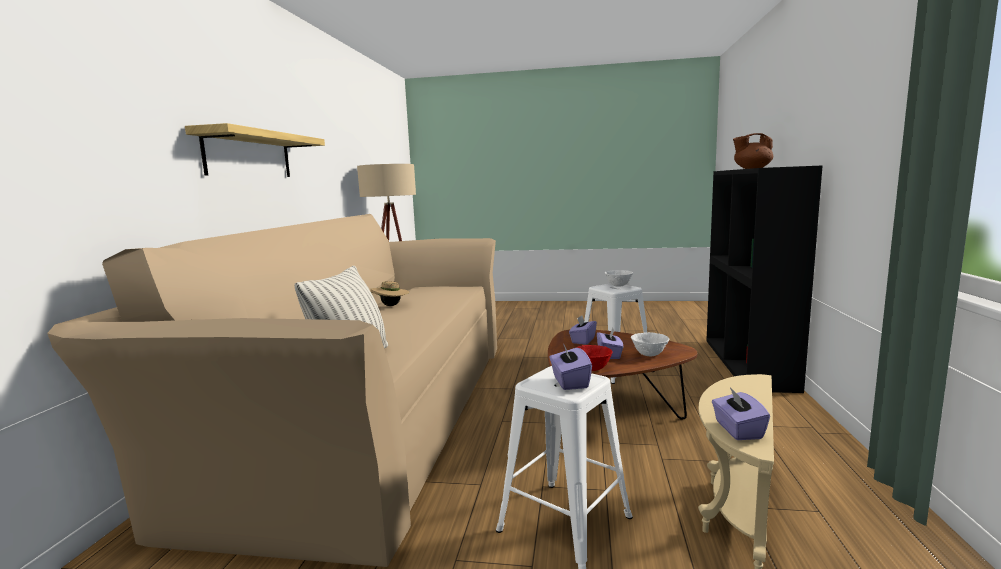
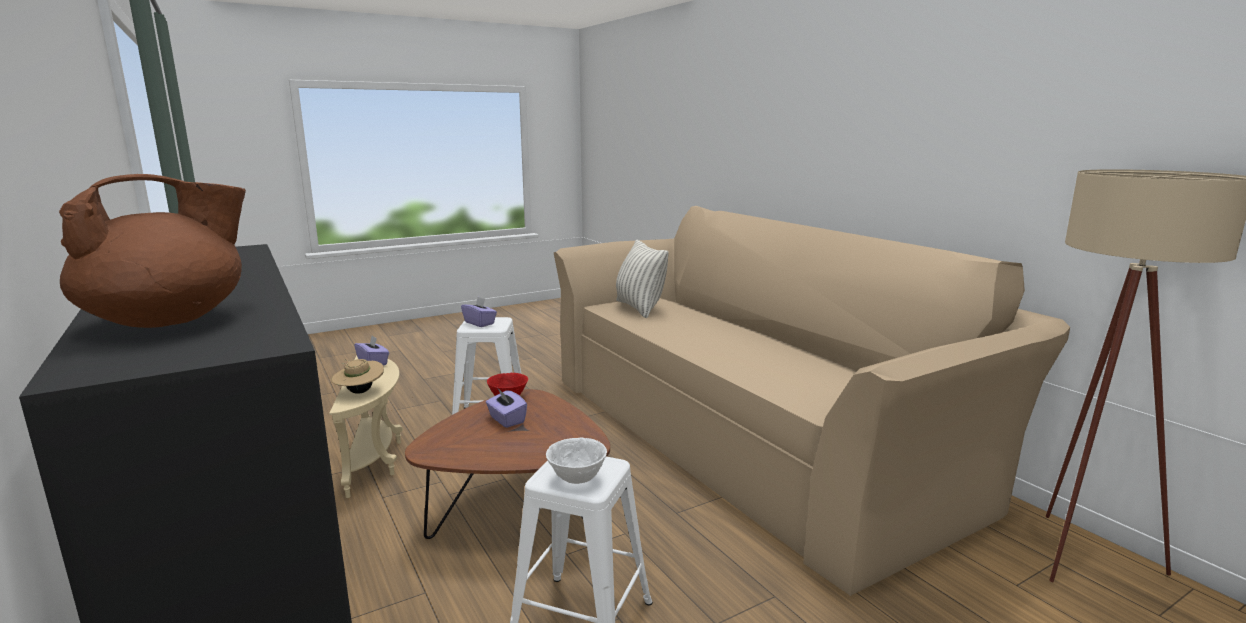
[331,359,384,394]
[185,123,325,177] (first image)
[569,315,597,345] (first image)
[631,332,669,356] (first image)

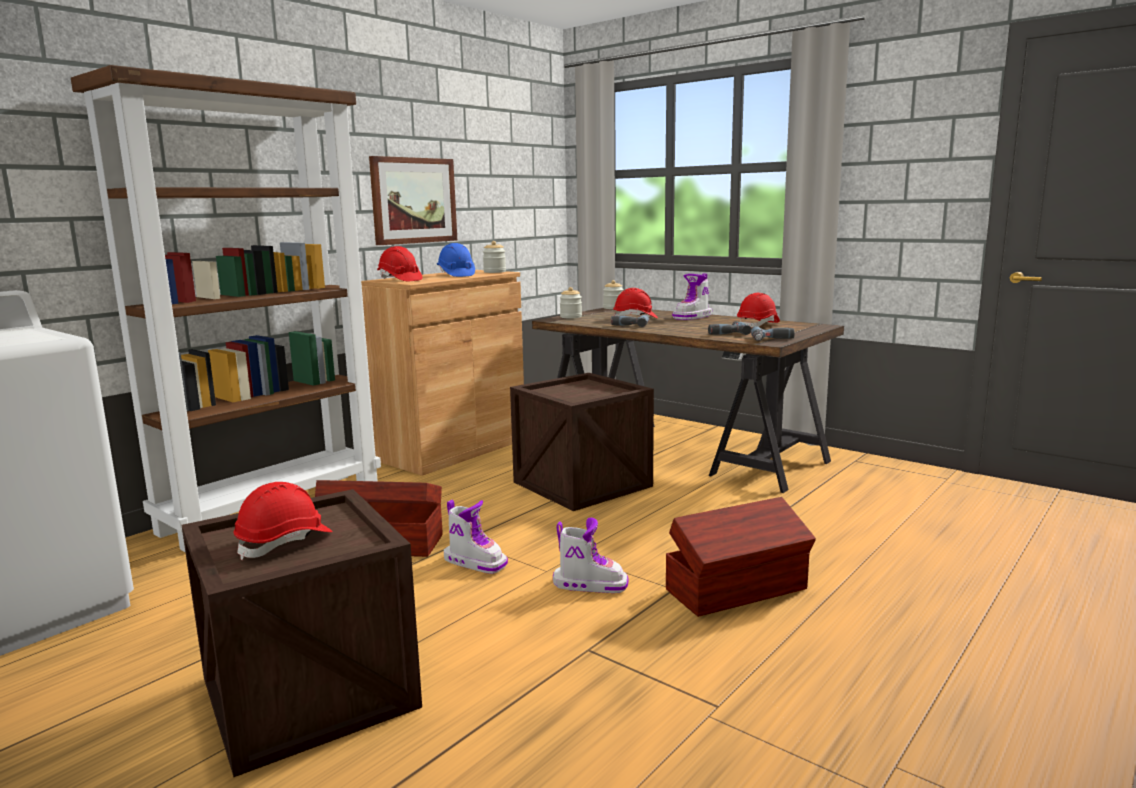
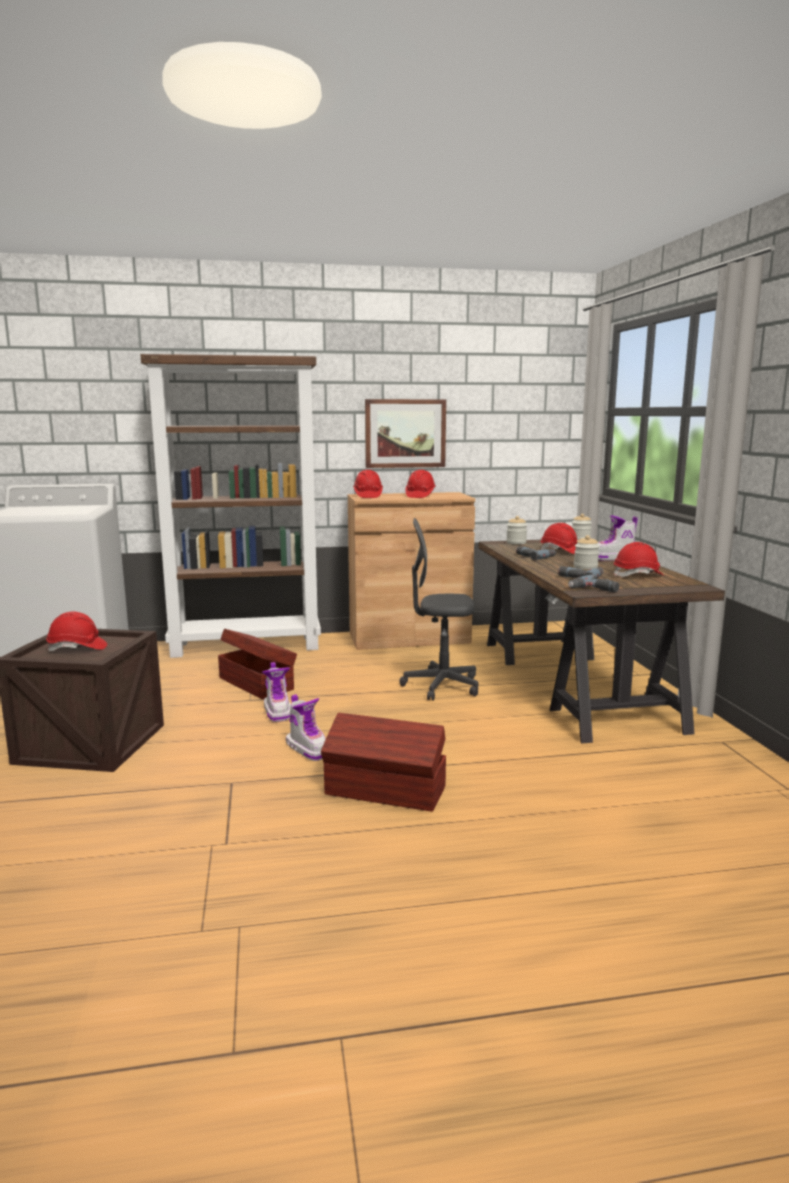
[400,518,479,701]
[406,470,436,498]
[574,535,599,569]

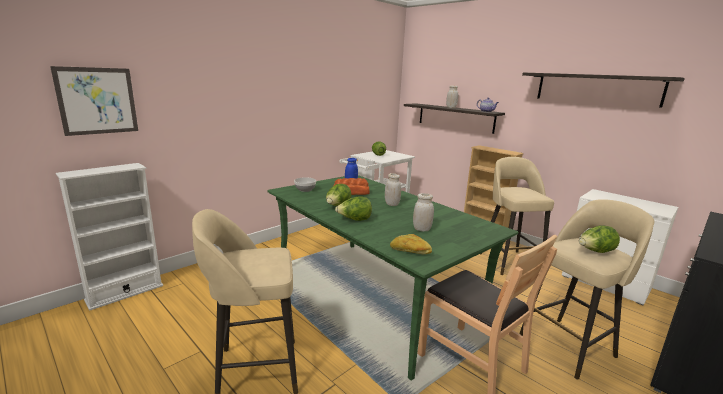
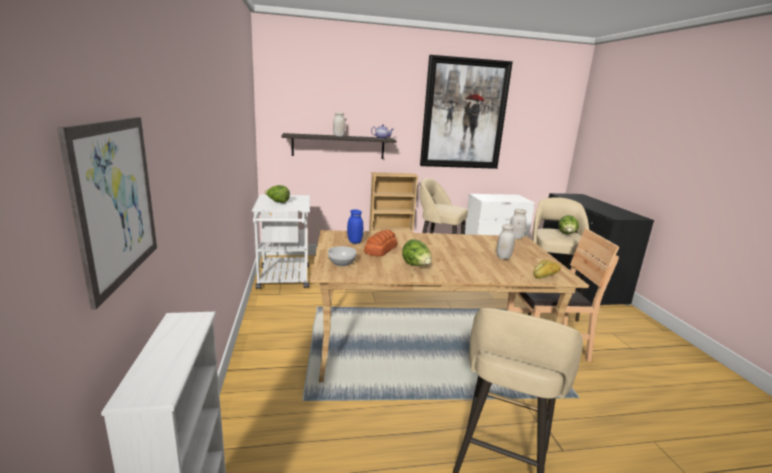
[310,230,589,382]
[420,55,513,169]
[510,209,527,239]
[335,196,372,221] (first image)

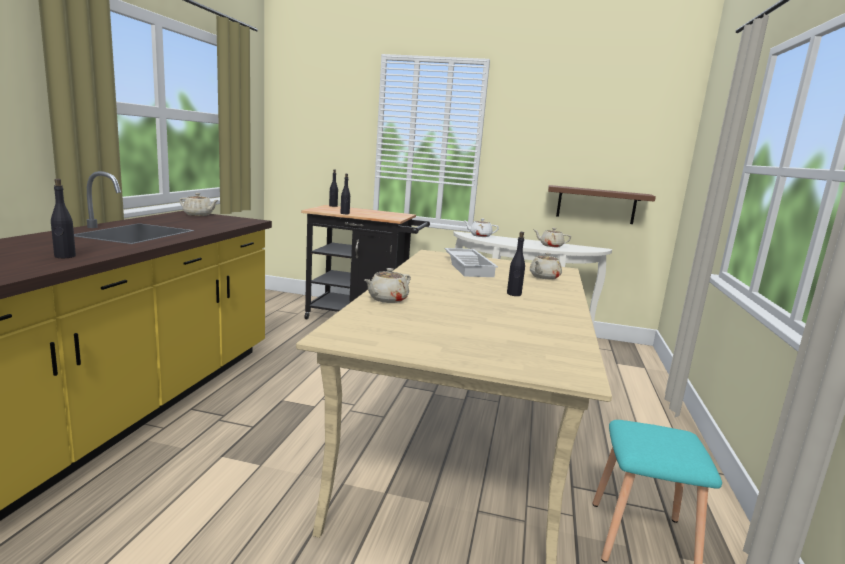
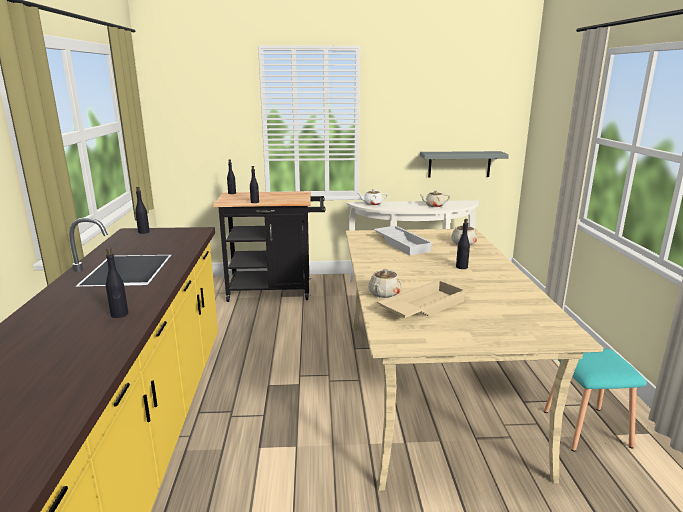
[135,187,150,234]
[377,279,468,318]
[420,151,509,178]

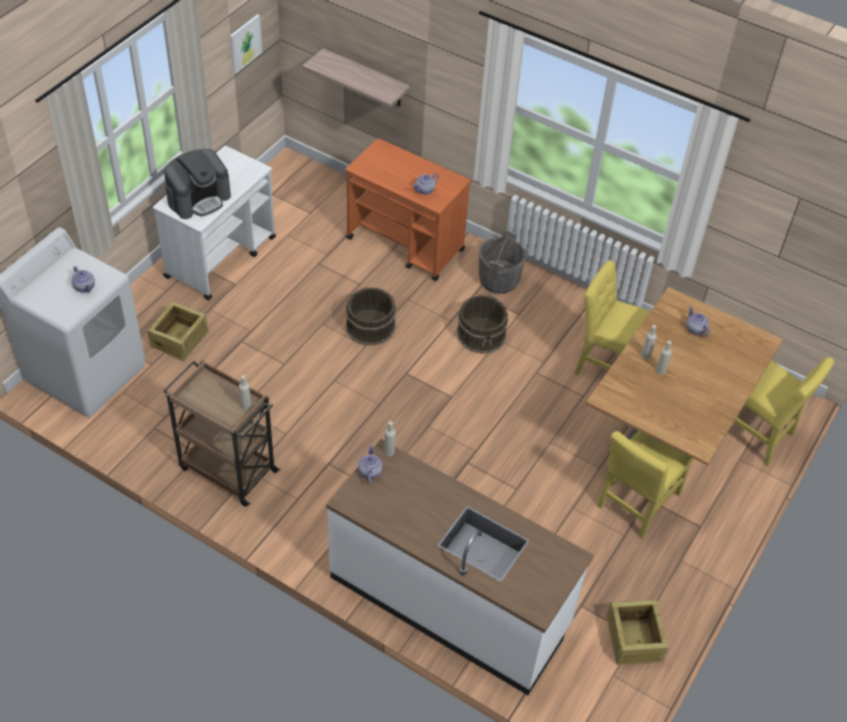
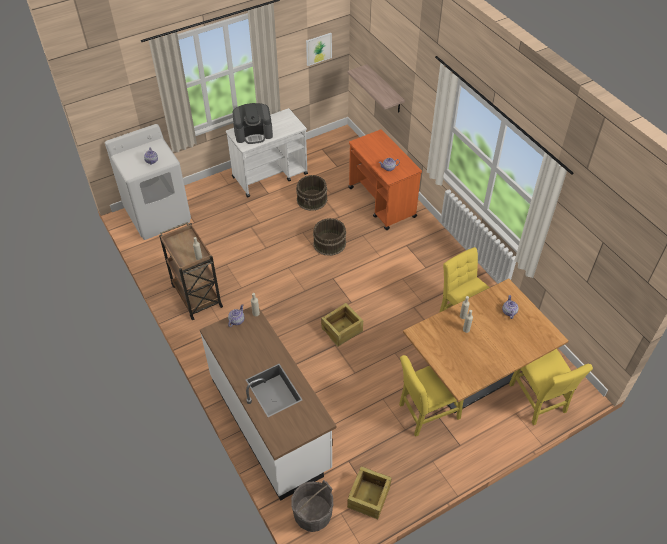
[291,480,333,532]
[296,175,327,211]
[321,303,363,347]

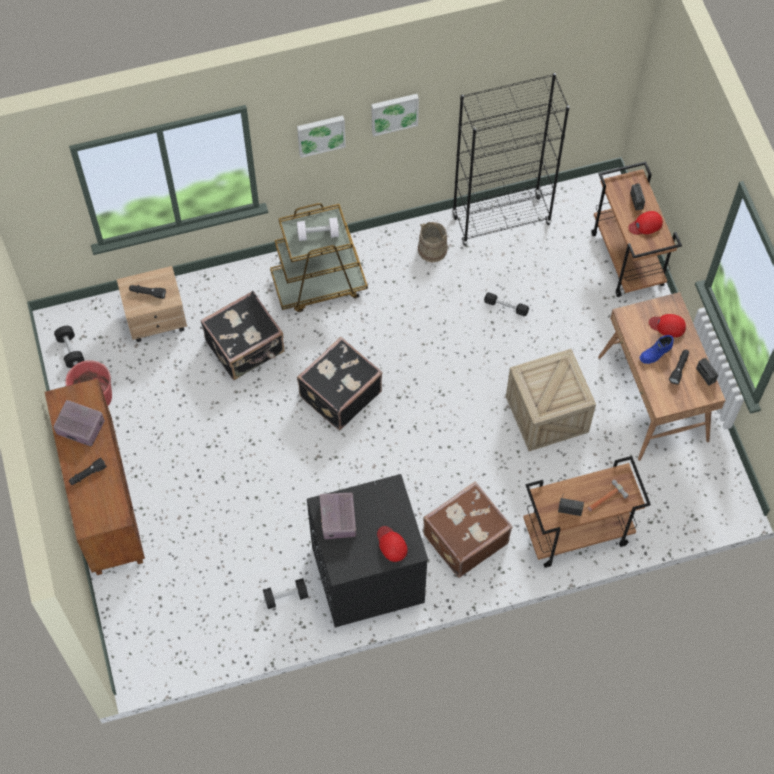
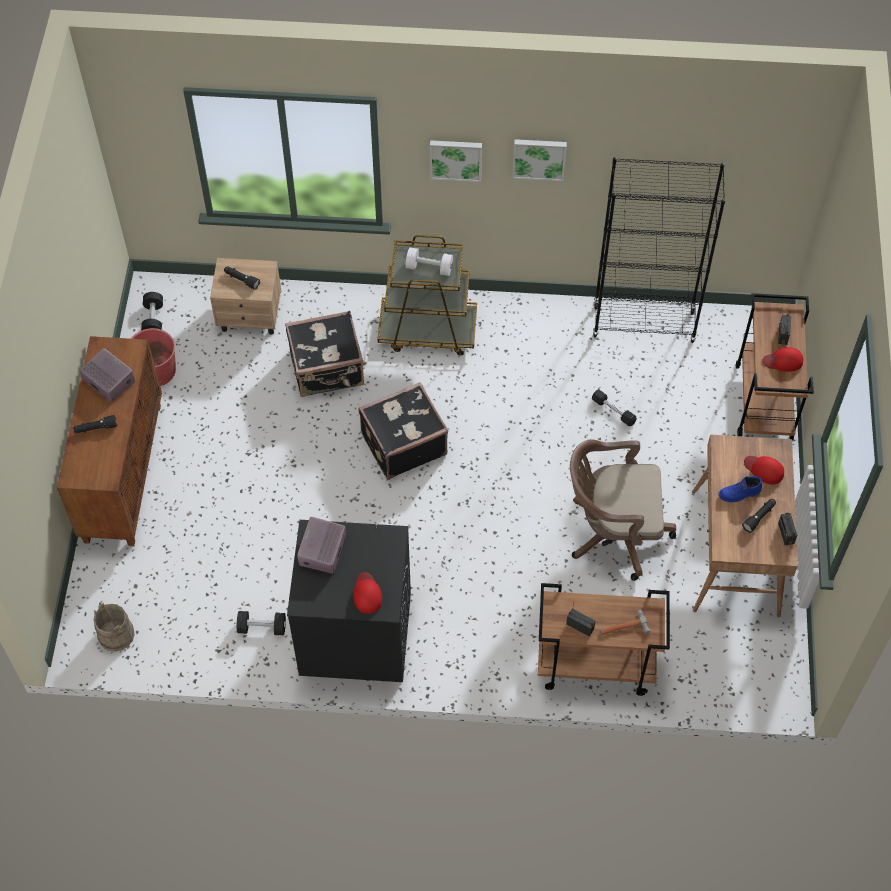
[93,603,135,652]
[570,439,676,581]
[423,481,512,578] (first image)

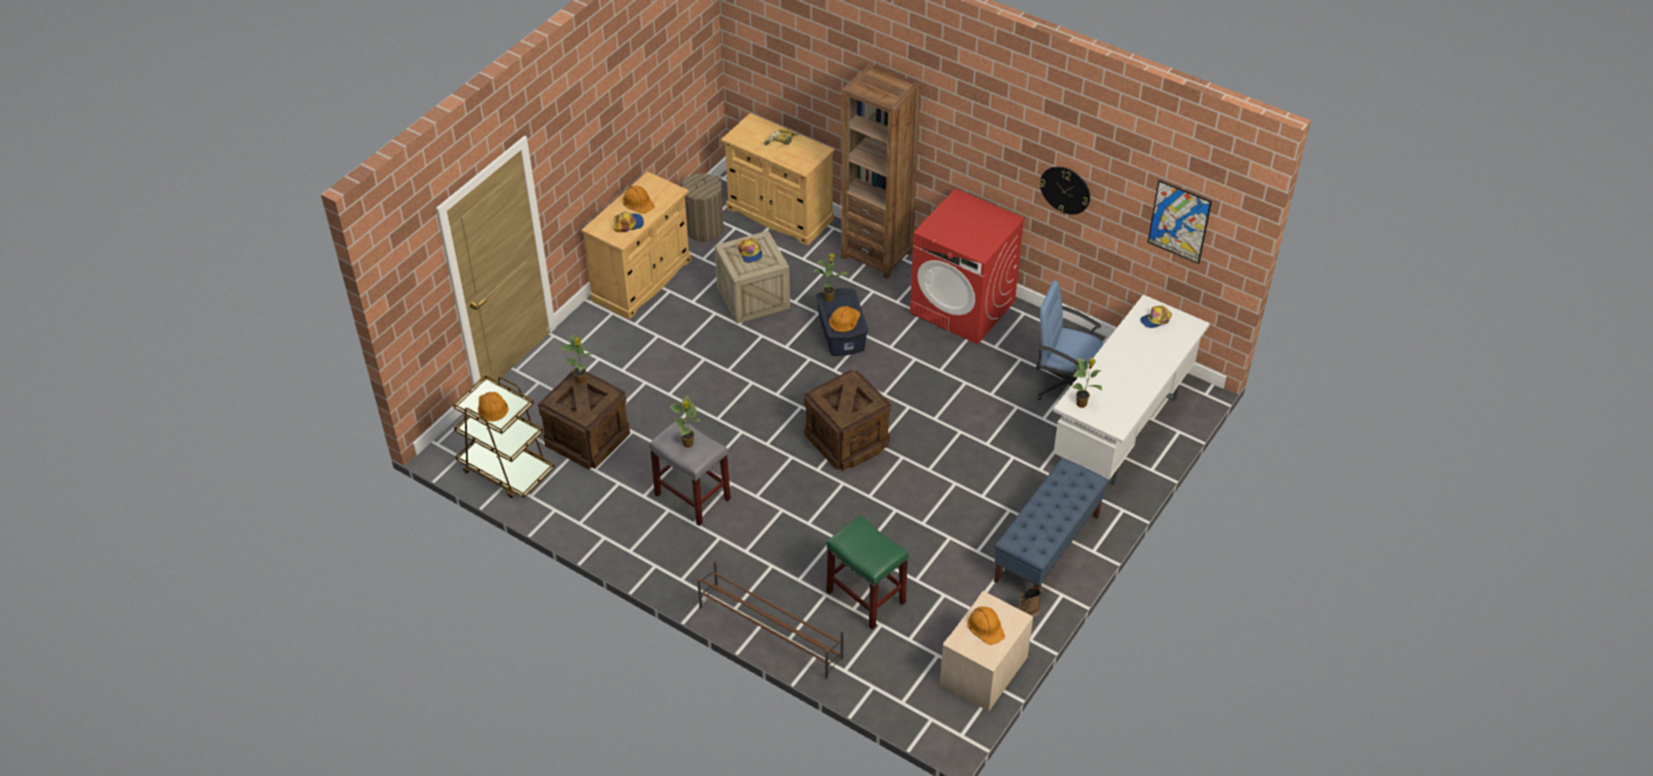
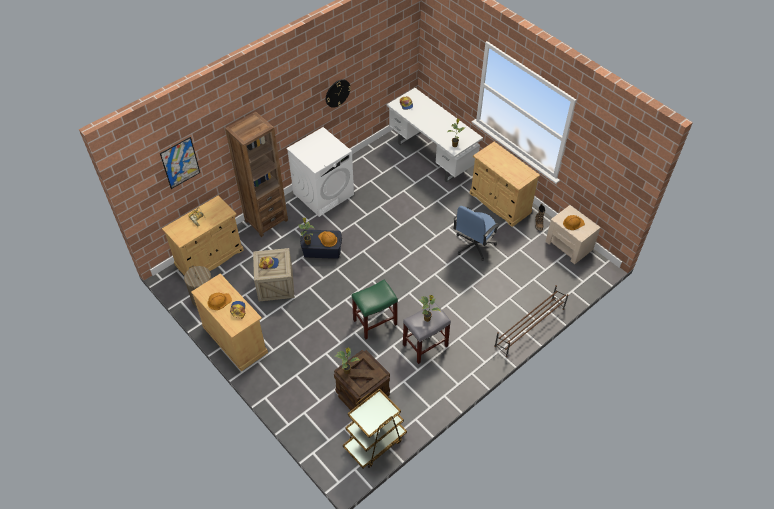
[160,137,200,189]
[286,127,354,217]
[352,280,398,339]
[454,206,500,261]
[470,142,540,227]
[478,392,509,421] (first image)
[804,369,891,471] (first image)

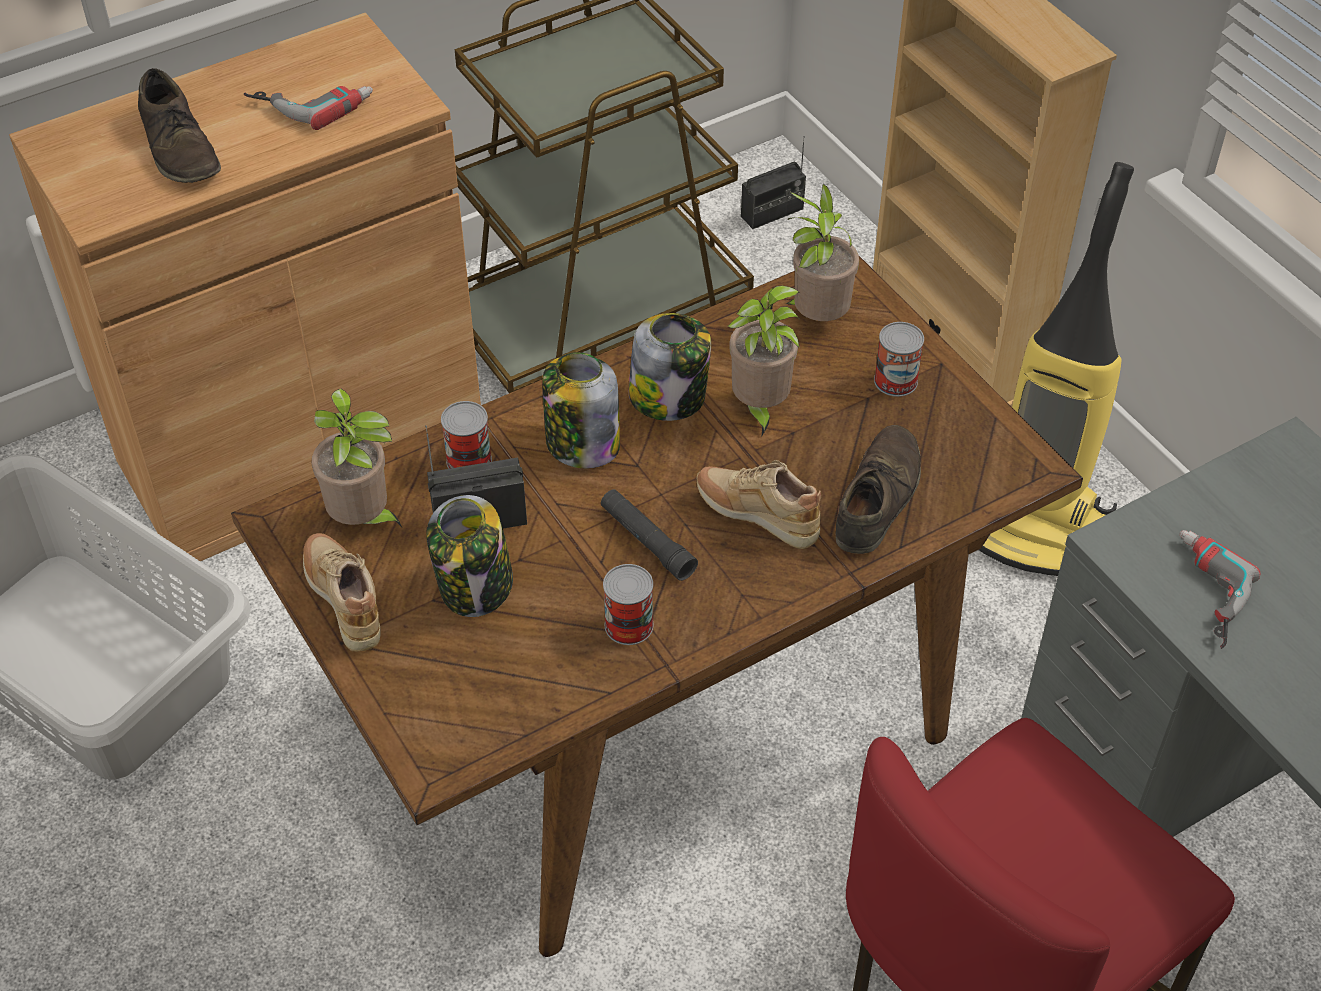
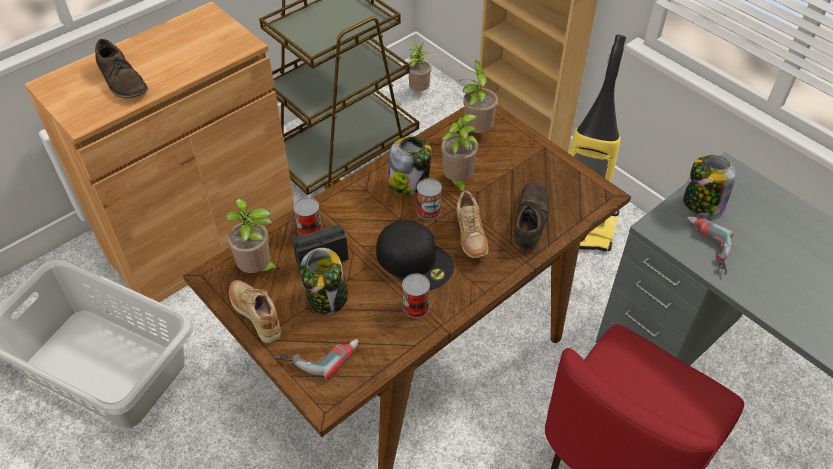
[272,339,359,380]
[376,220,454,290]
[409,40,431,91]
[417,178,442,220]
[456,189,488,258]
[683,155,736,216]

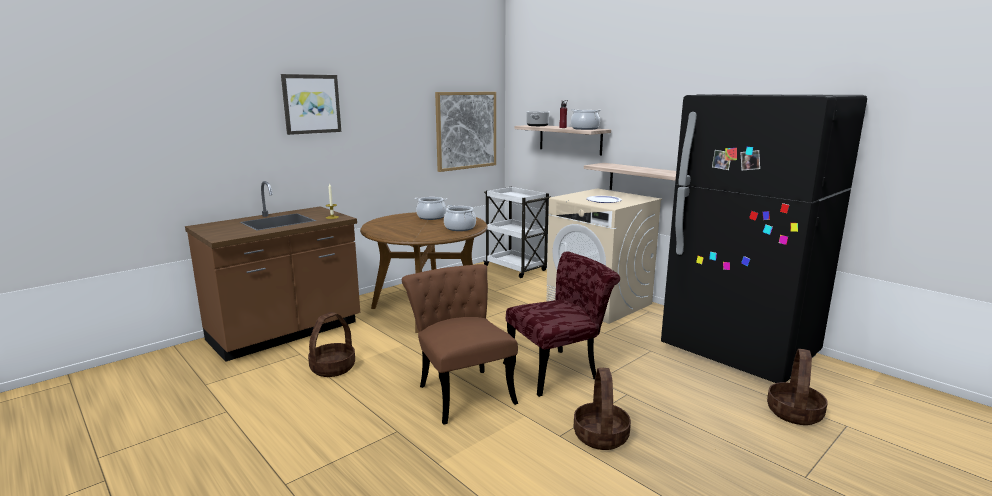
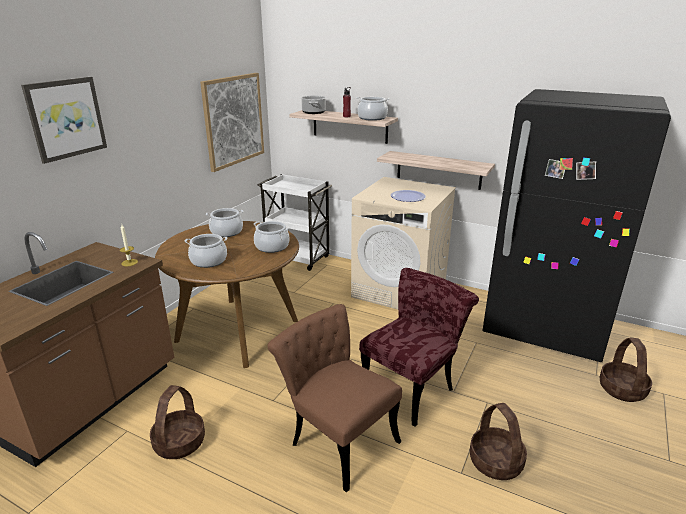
[185,234,227,268]

